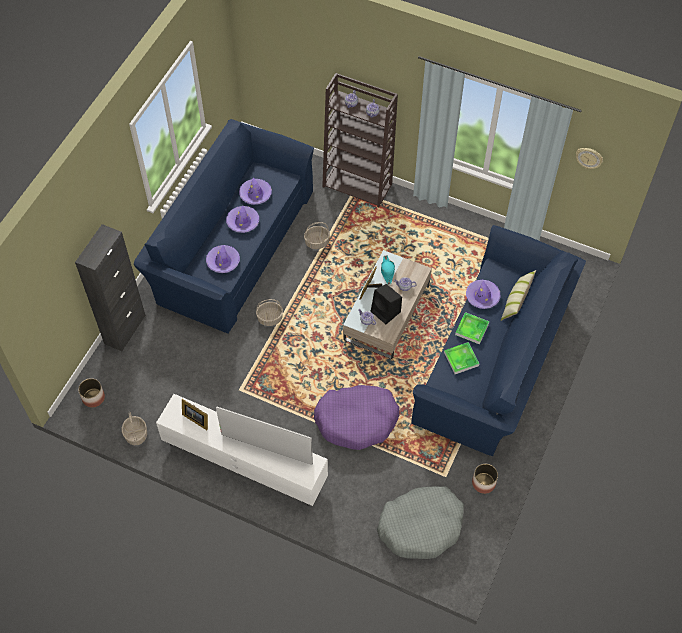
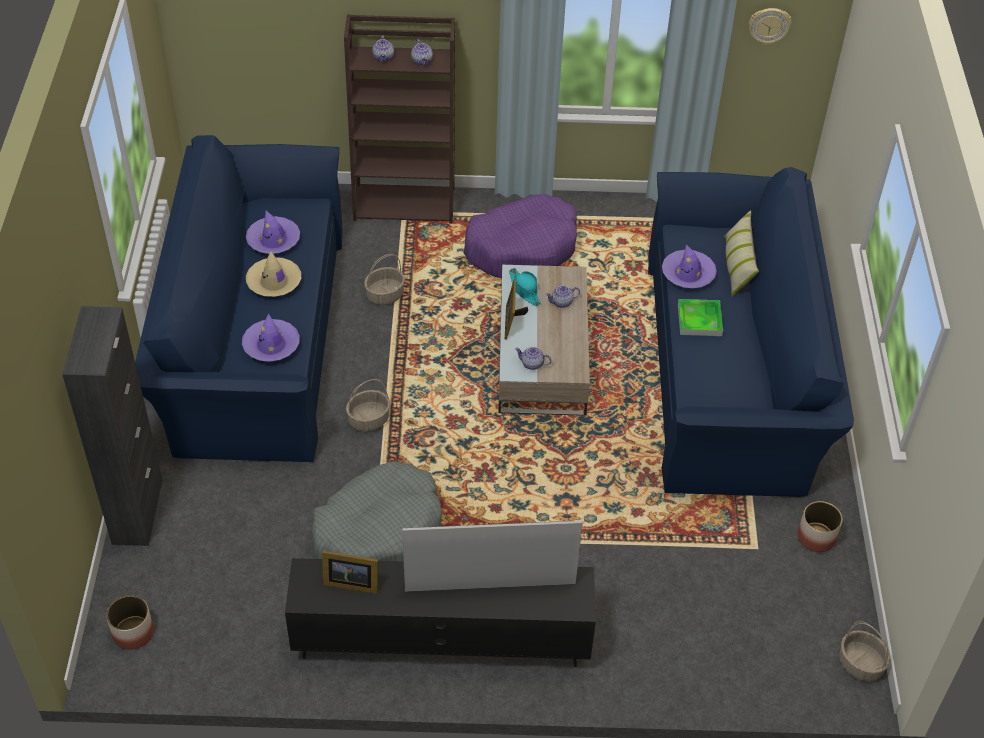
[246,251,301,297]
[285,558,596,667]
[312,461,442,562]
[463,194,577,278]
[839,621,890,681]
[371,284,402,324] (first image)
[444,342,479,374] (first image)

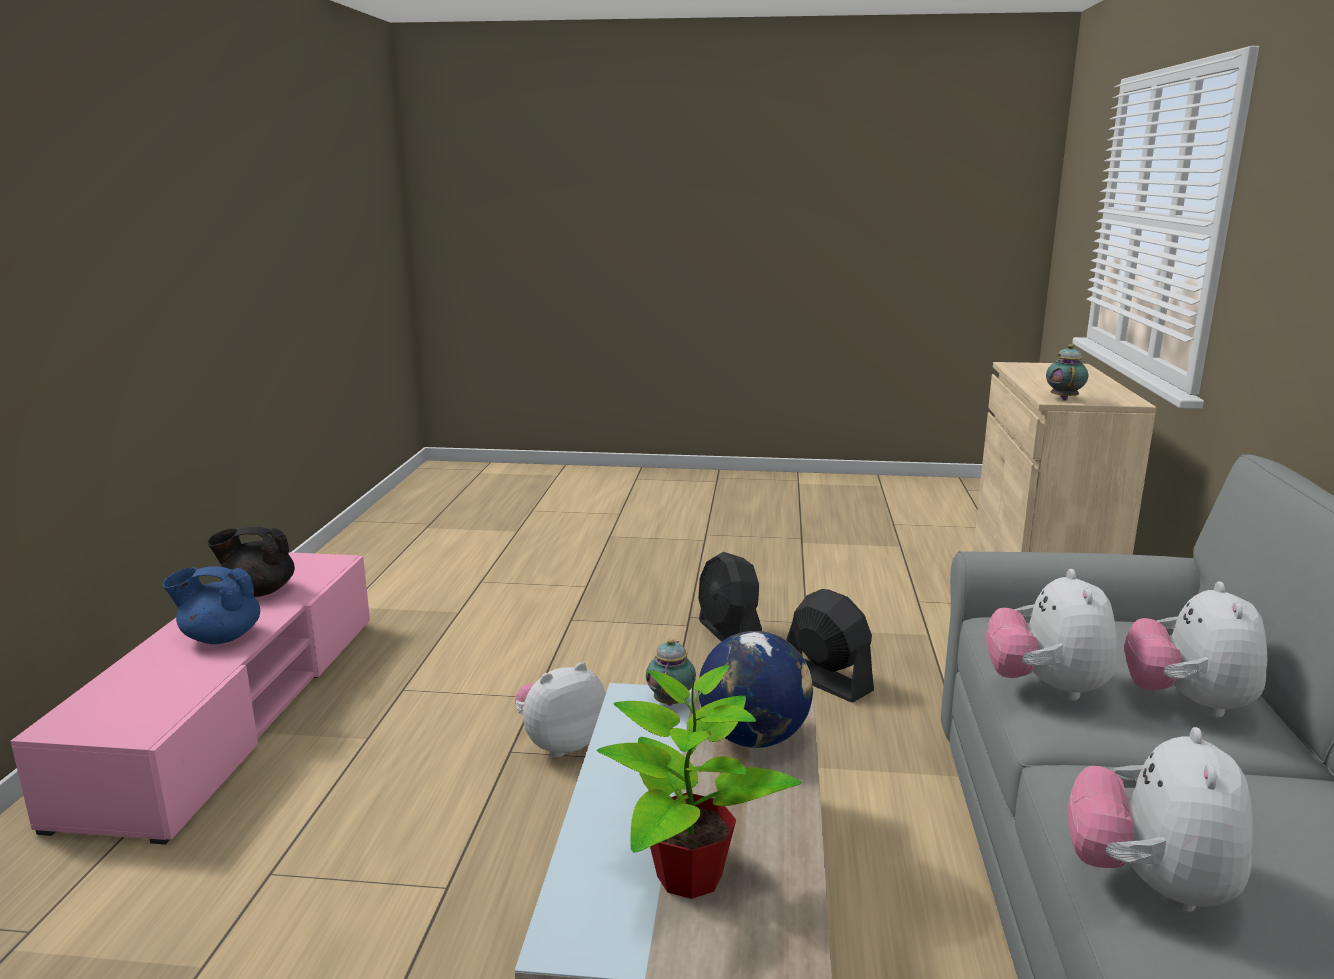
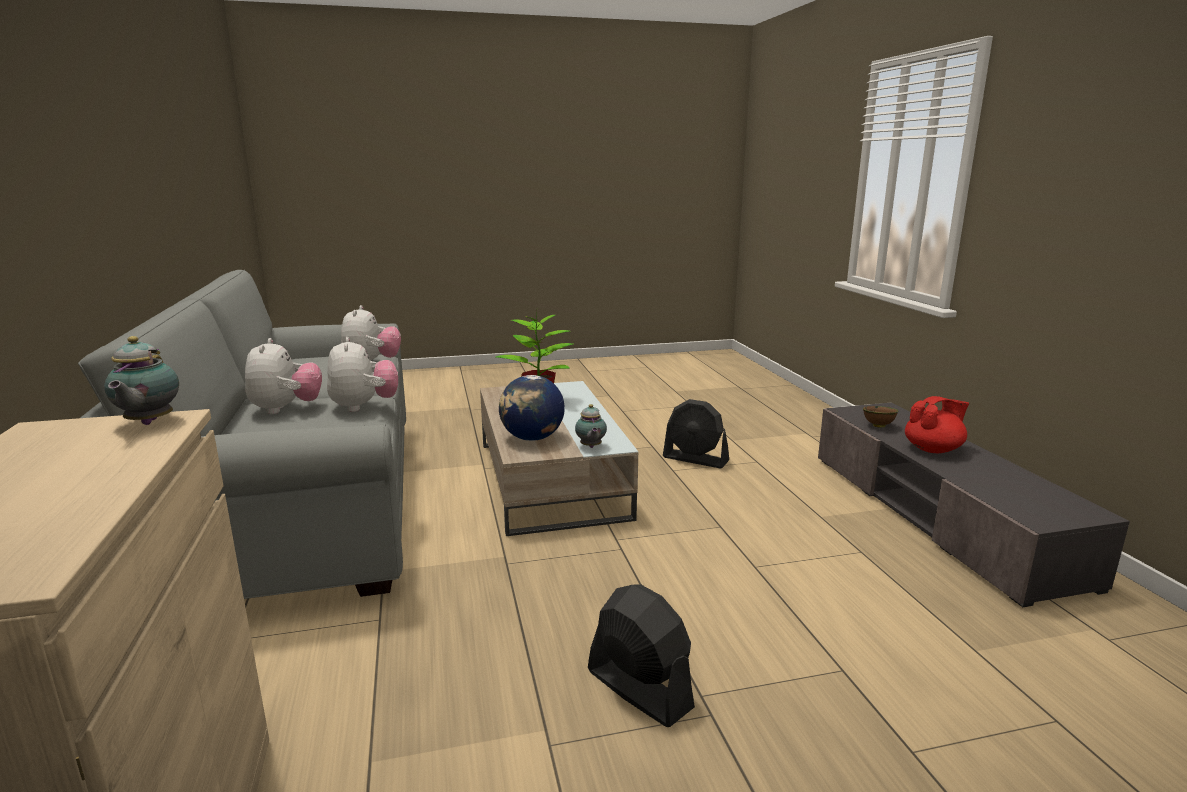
[663,399,729,468]
[818,403,1130,607]
[863,406,898,428]
[905,396,969,453]
[207,527,295,597] (first image)
[515,662,606,757] (first image)

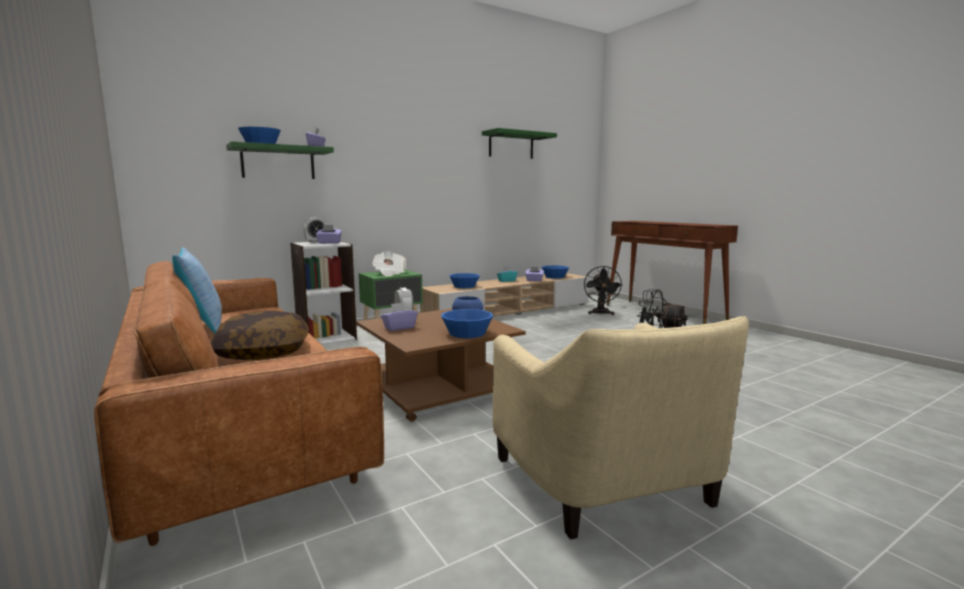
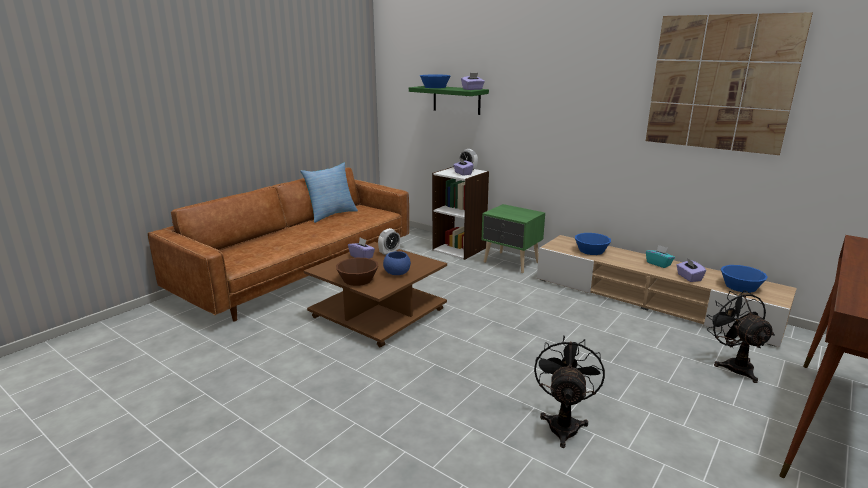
[336,258,378,286]
[646,12,813,155]
[706,291,775,383]
[210,311,309,360] (first image)
[372,251,406,276] (first image)
[493,316,749,539] (first image)

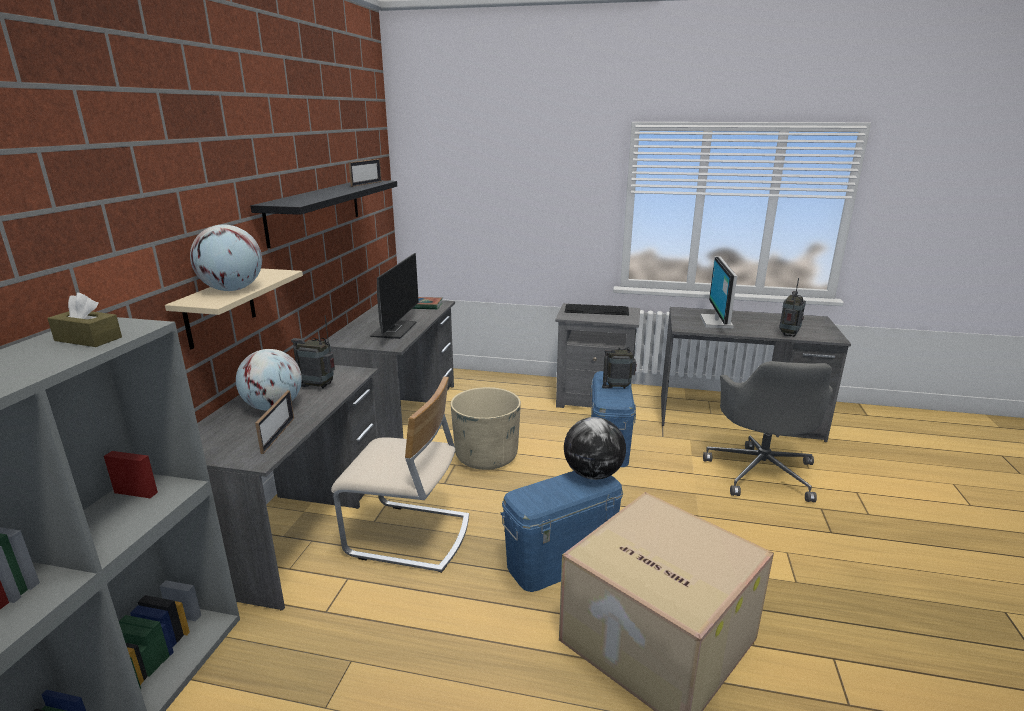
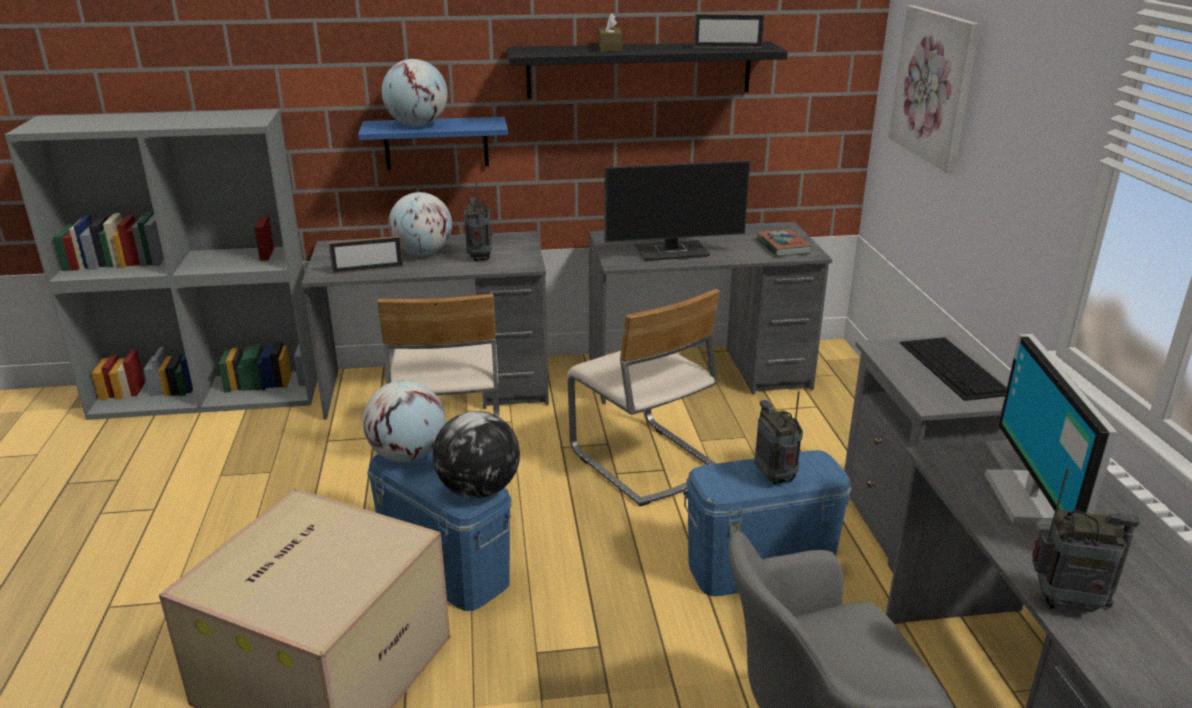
[358,117,508,170]
[363,380,445,462]
[567,289,720,506]
[599,13,622,52]
[888,5,980,173]
[985,334,1118,524]

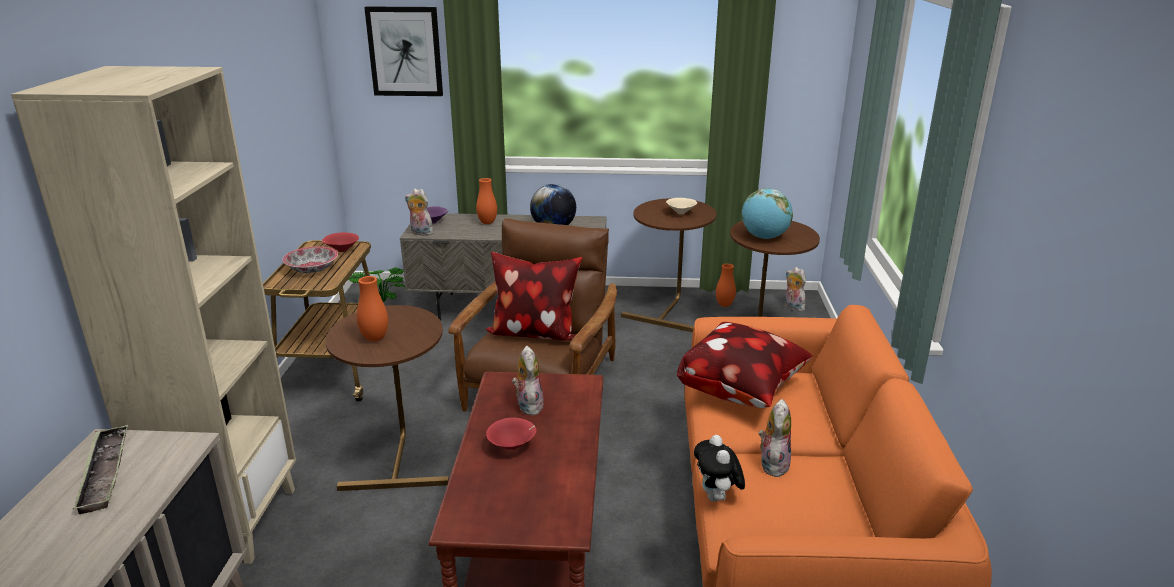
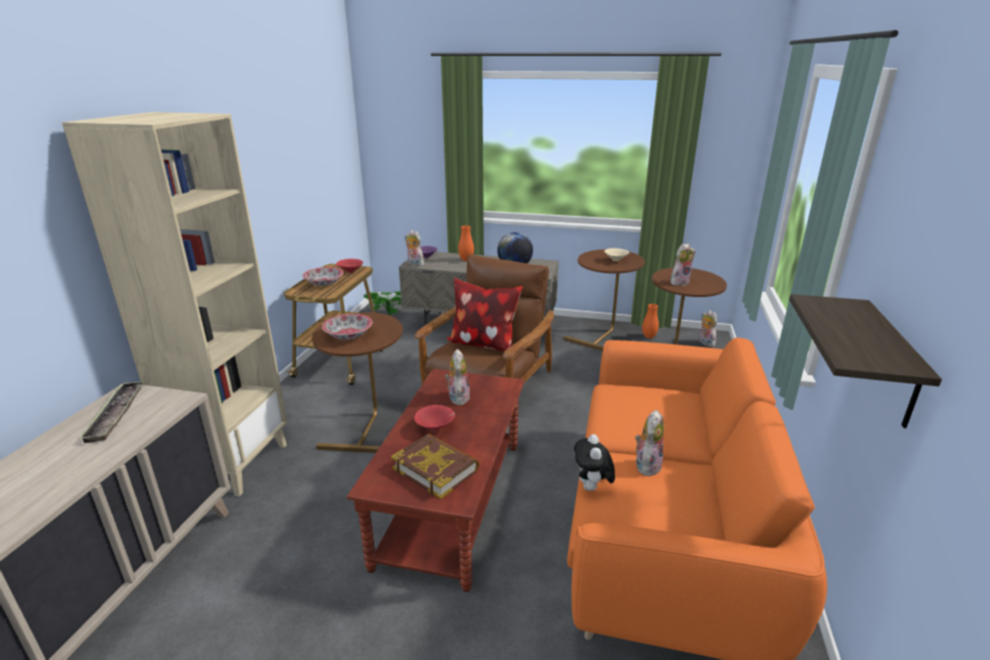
[322,314,372,340]
[391,433,479,499]
[671,243,696,286]
[789,294,942,428]
[364,7,443,96] (first image)
[677,322,813,408] (first image)

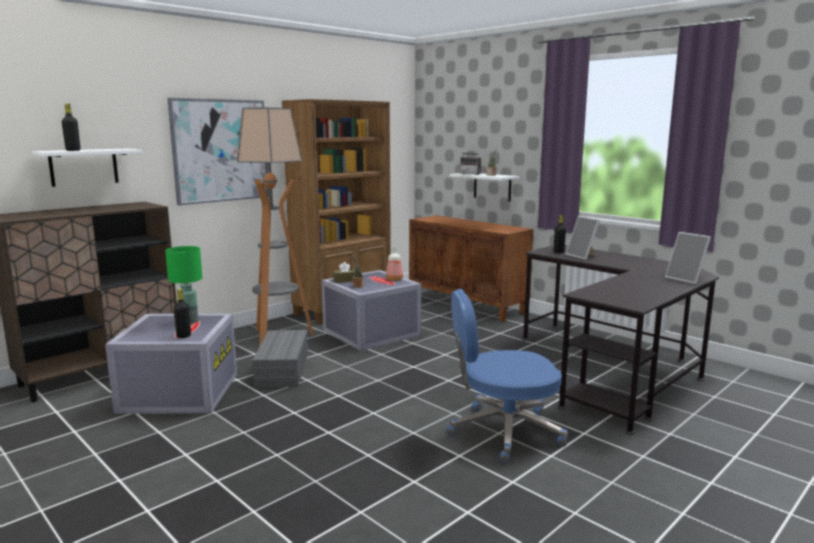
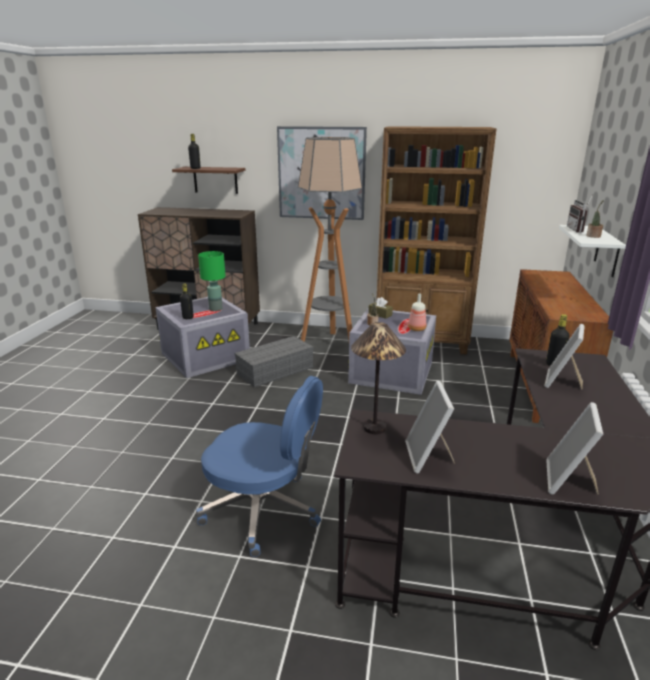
[172,167,245,194]
[196,376,323,557]
[351,322,406,434]
[405,381,455,473]

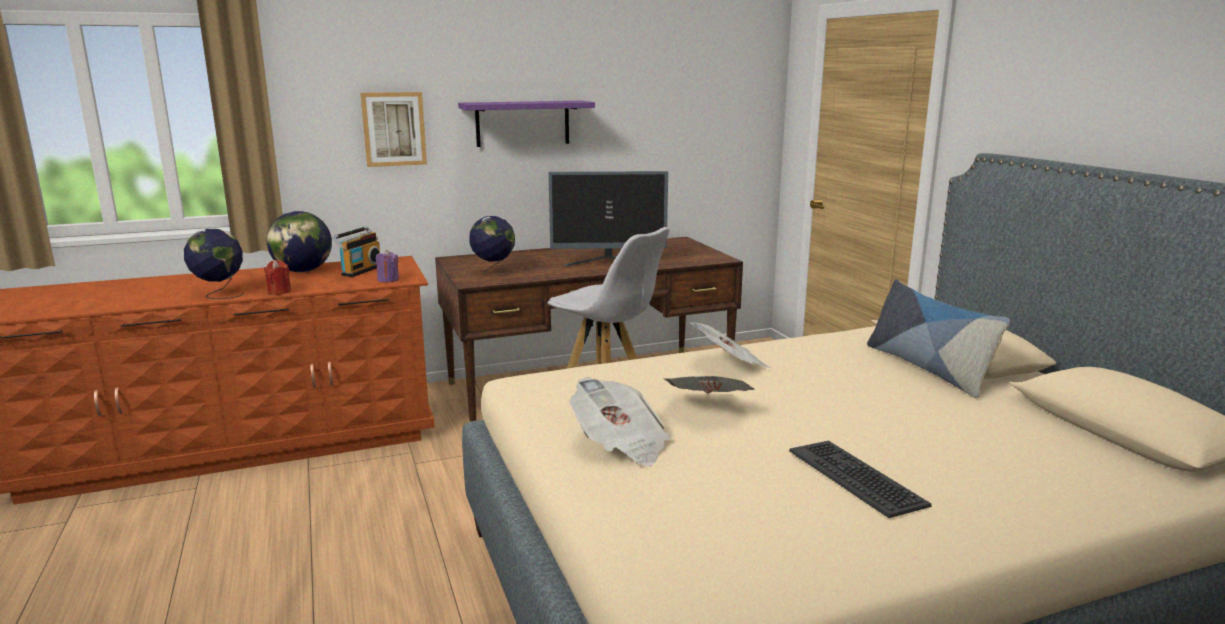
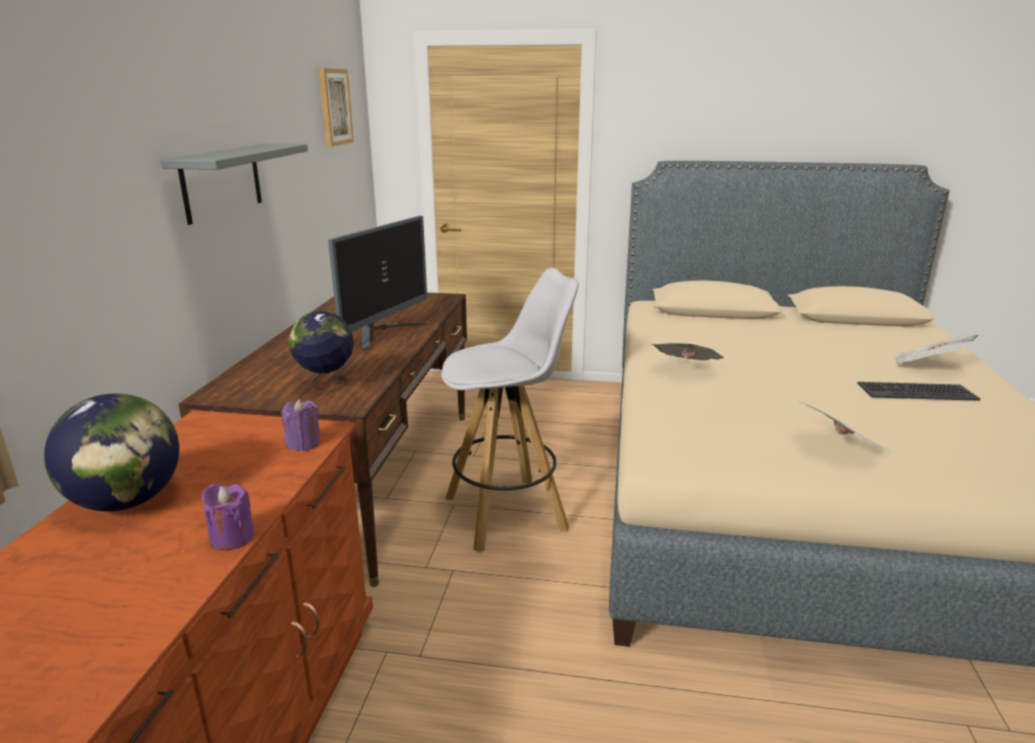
[160,144,308,225]
[201,484,254,551]
[318,68,354,147]
[894,333,981,364]
[184,229,244,299] (first image)
[332,226,380,277] (first image)
[867,279,1010,398] (first image)

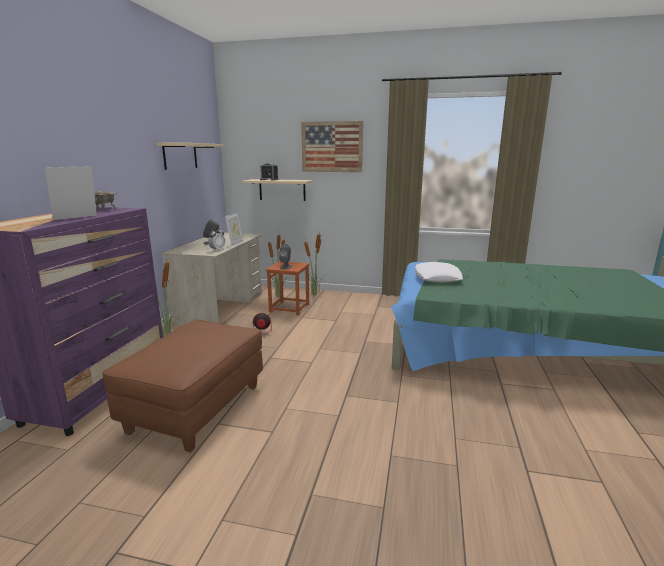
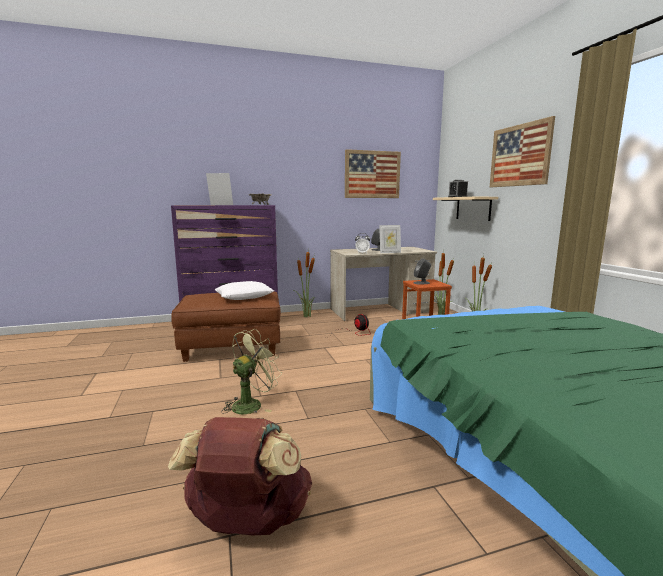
[168,417,312,535]
[215,281,274,300]
[221,329,282,414]
[345,149,401,198]

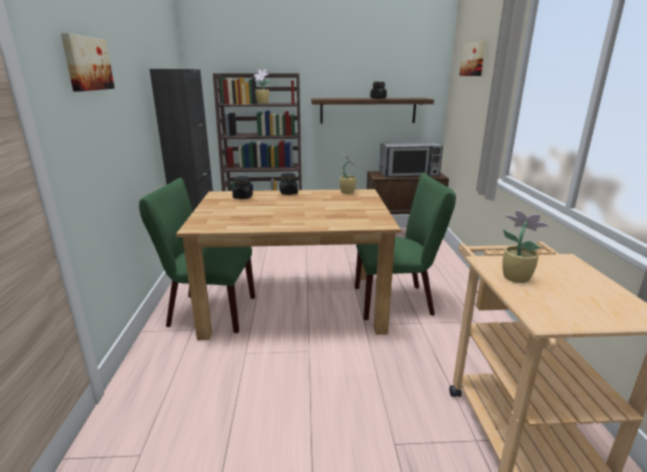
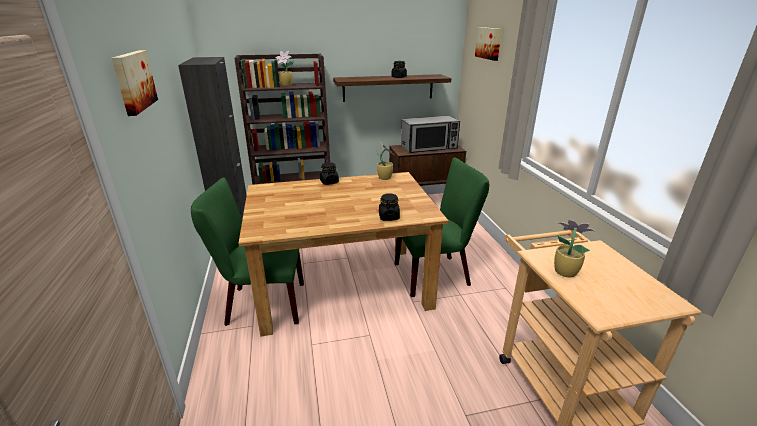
[379,193,400,221]

